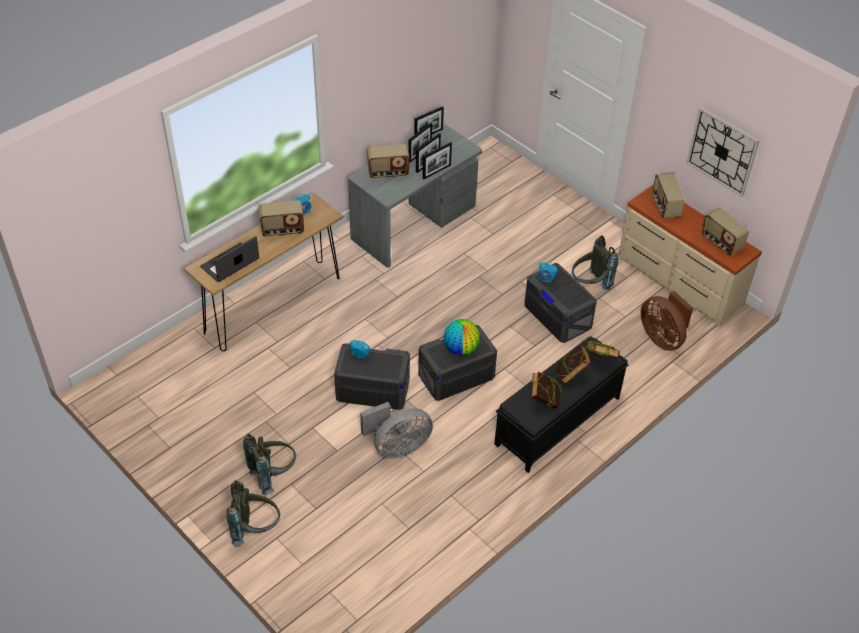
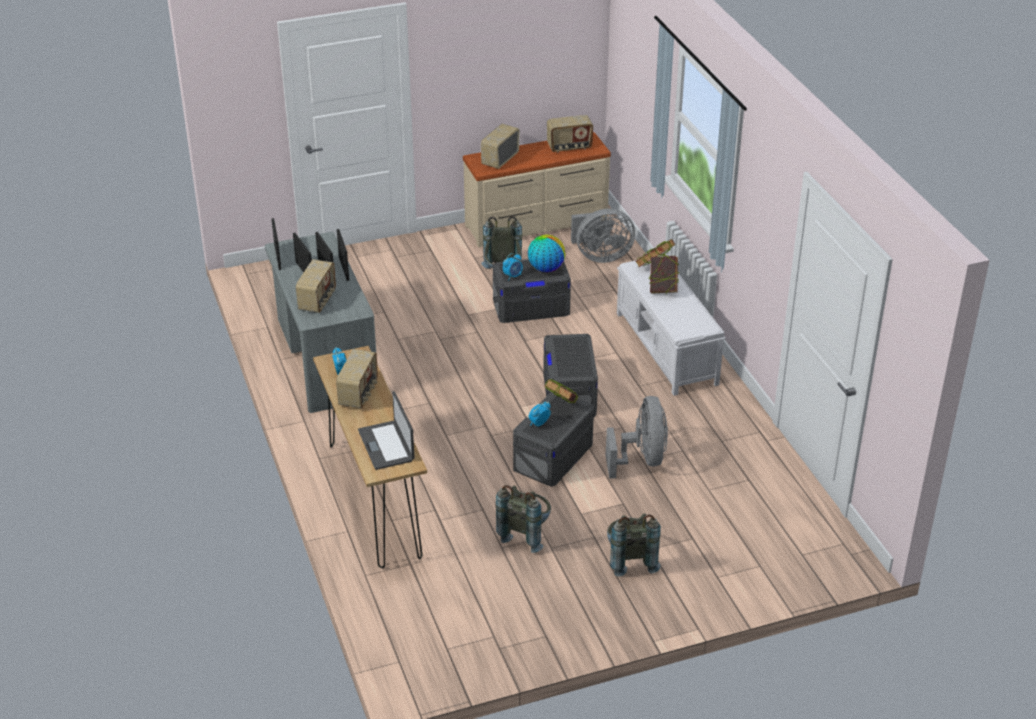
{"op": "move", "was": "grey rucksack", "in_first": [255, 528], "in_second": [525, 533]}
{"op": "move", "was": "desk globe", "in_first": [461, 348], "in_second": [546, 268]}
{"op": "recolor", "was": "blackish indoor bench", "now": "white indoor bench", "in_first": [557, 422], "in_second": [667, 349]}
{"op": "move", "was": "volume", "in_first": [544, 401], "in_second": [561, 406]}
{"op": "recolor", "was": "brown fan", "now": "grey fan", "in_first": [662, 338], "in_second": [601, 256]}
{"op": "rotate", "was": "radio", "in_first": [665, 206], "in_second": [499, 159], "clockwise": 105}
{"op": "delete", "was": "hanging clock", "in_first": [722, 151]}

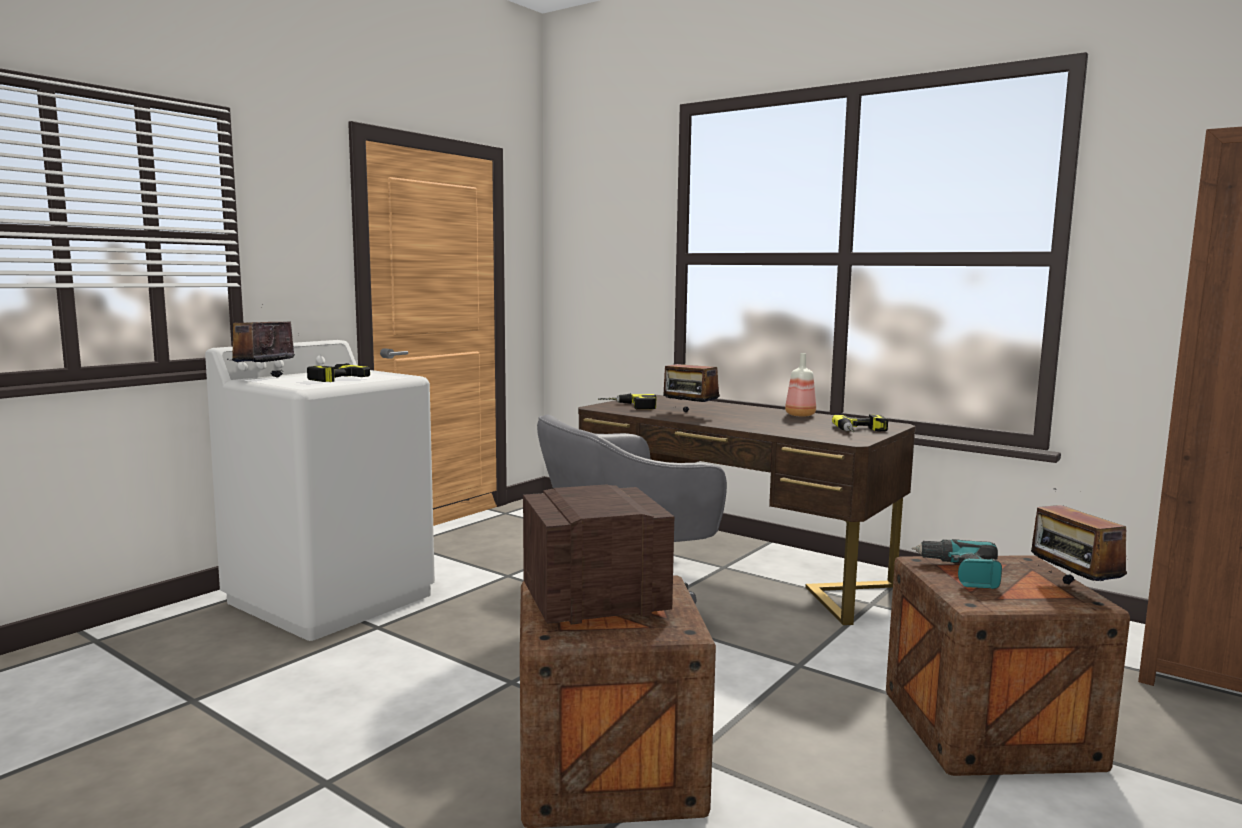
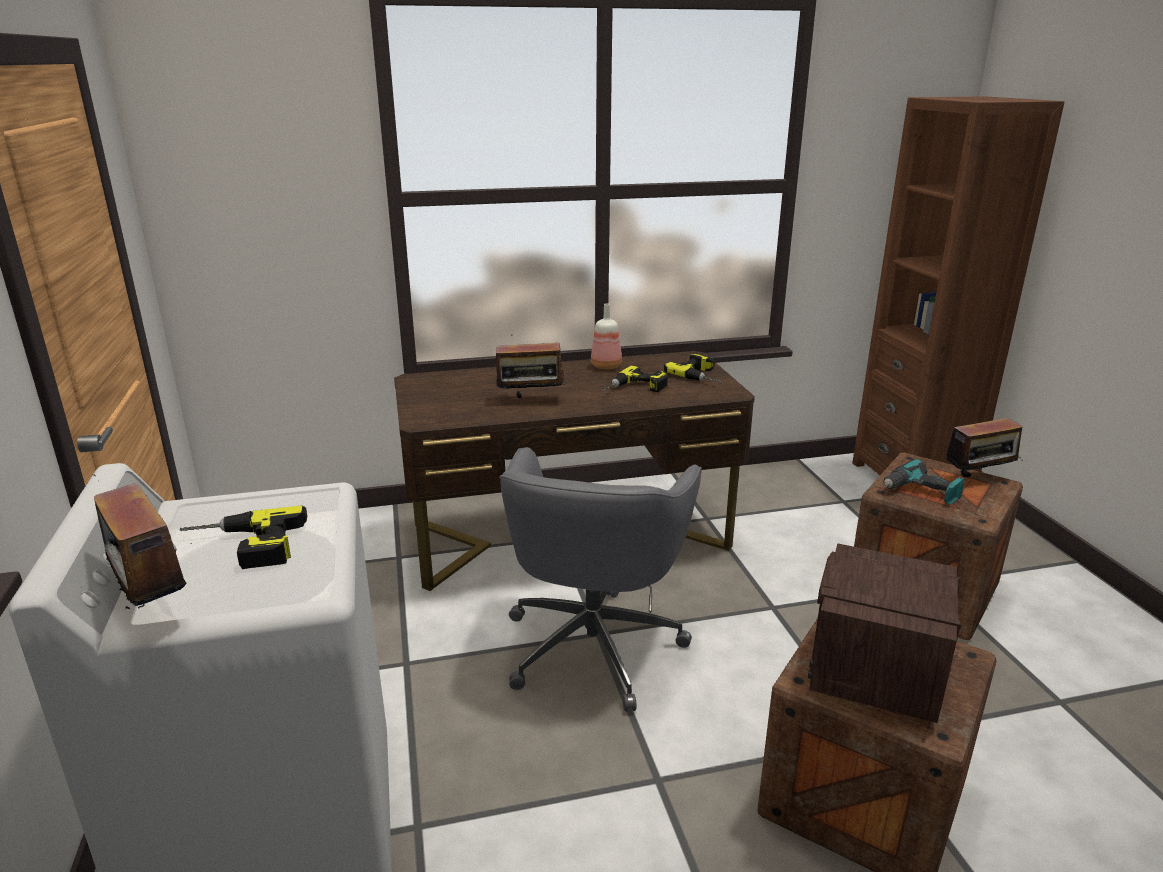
{"op": "move", "was": "electric drill", "in_first": [629, 406], "in_second": [635, 389]}
{"op": "rotate", "was": "radio", "in_first": [1071, 591], "in_second": [979, 478], "clockwise": -45}

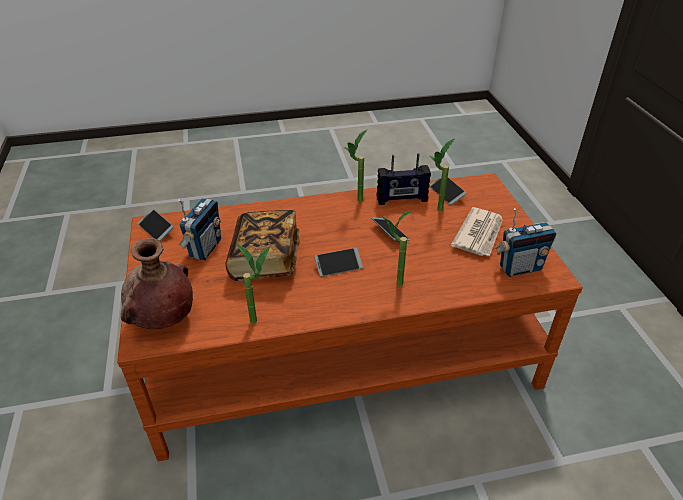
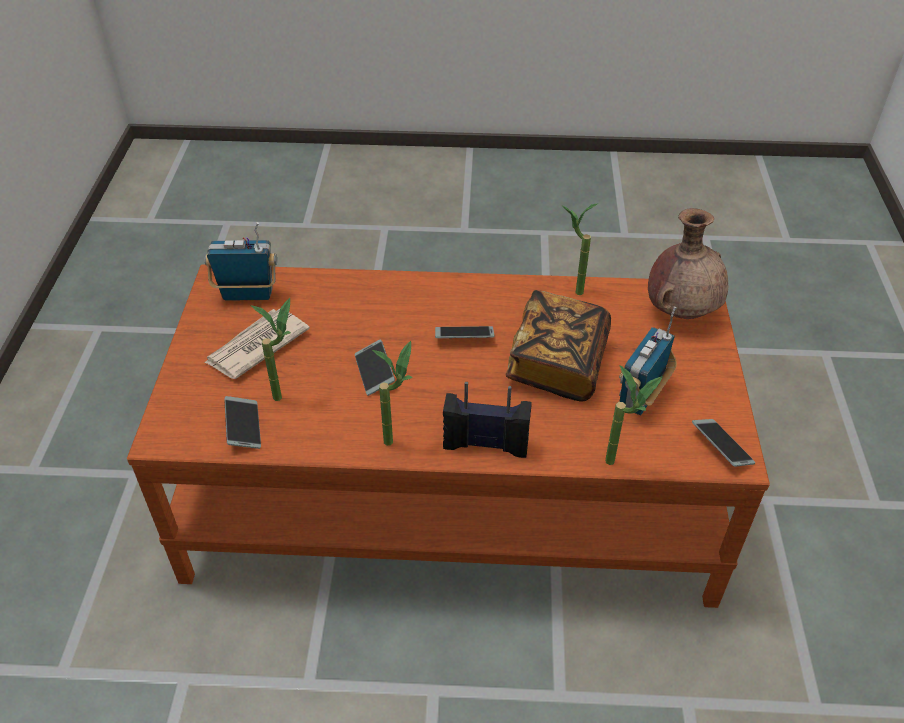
{"op": "move", "was": "radio", "in_first": [402, 199], "in_second": [485, 443]}
{"op": "move", "was": "plant in a pot", "in_first": [392, 284], "in_second": [620, 463]}

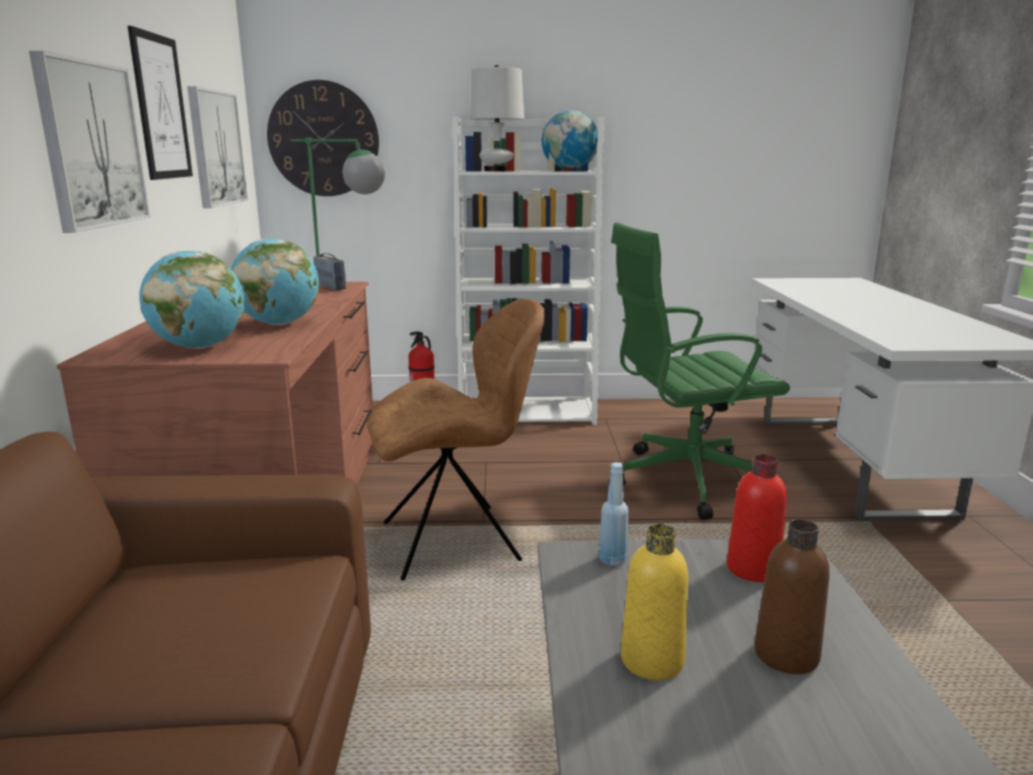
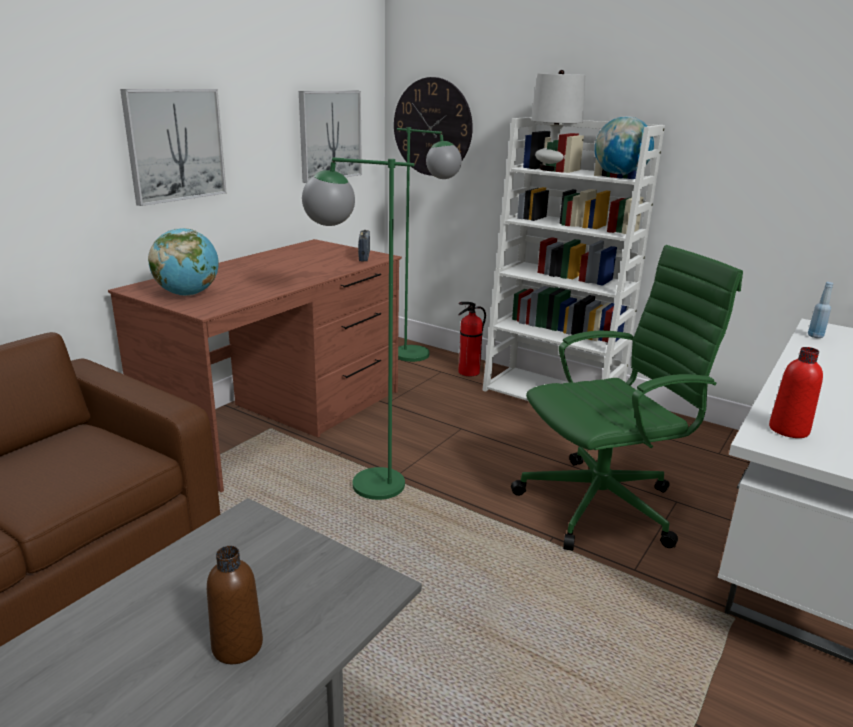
{"op": "delete", "was": "wall picture", "in_first": [161, 107]}
{"op": "delete", "was": "desk globe", "in_first": [279, 324]}
{"op": "replace", "was": "brown upright chair", "now": "green-coloured standing lamp", "in_first": [456, 541], "in_second": [360, 482]}
{"op": "move", "was": "blue bottle", "in_first": [612, 559], "in_second": [815, 336]}
{"op": "rotate", "was": "green-coloured office chair", "in_first": [685, 481], "in_second": [603, 505], "clockwise": 135}
{"op": "delete", "was": "yellow bottle", "in_first": [652, 660]}
{"op": "move", "was": "reddish bottle", "in_first": [753, 569], "in_second": [788, 430]}

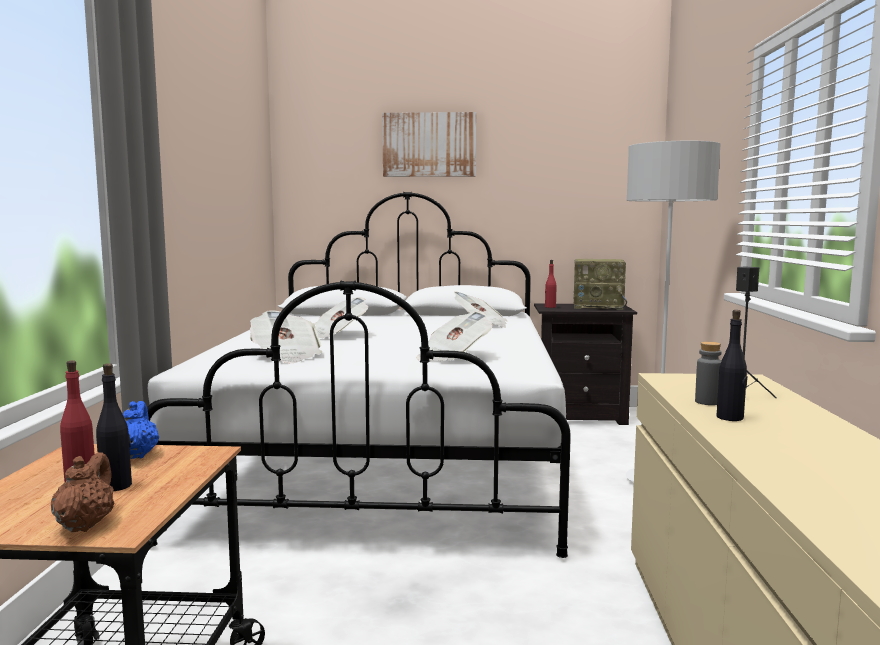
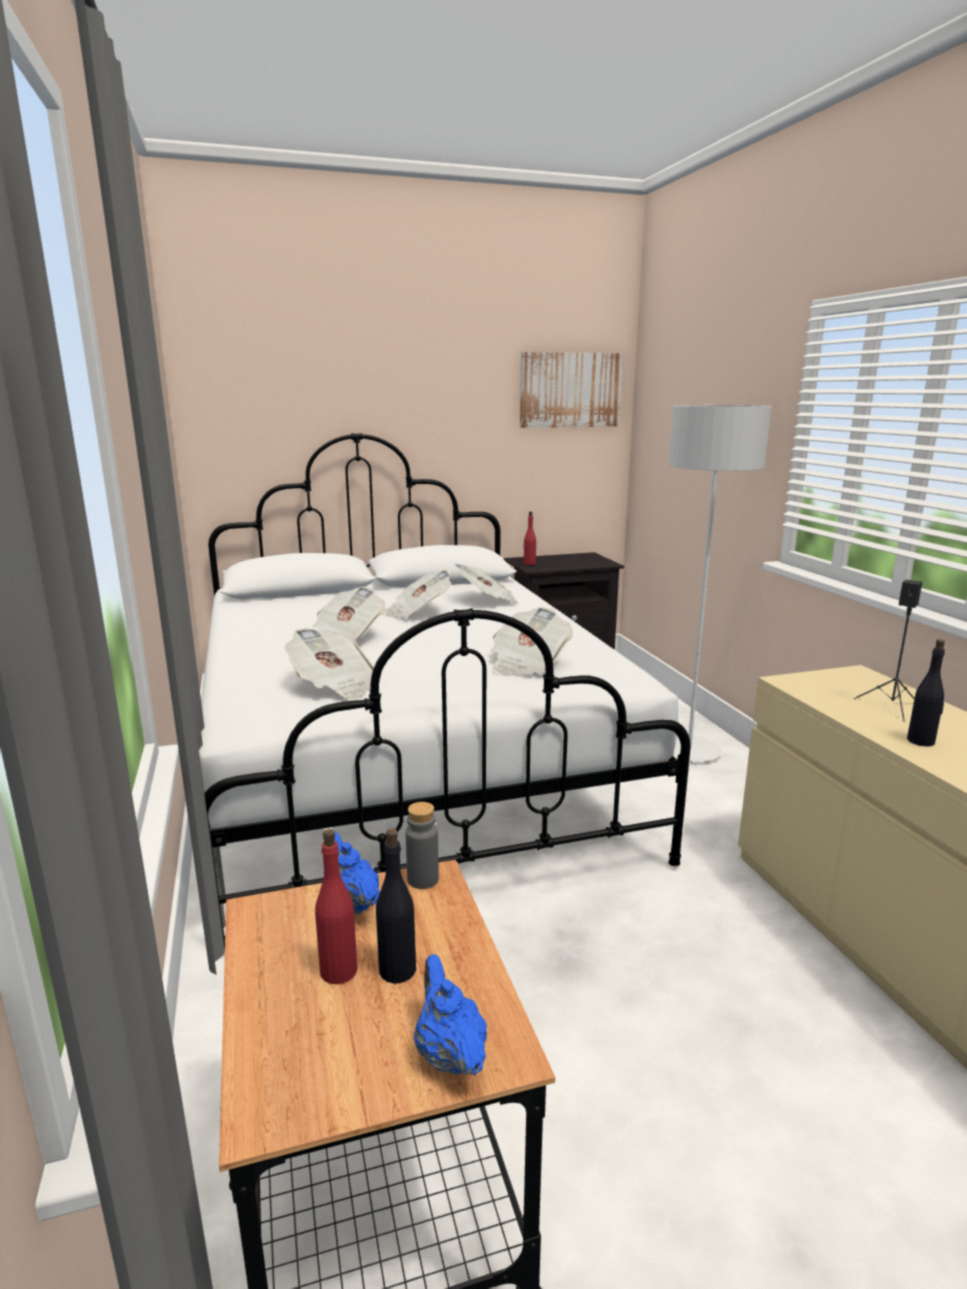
{"op": "recolor", "was": "brown teapot", "now": "blue teapot", "in_first": [85, 525], "in_second": [449, 1054]}
{"op": "move", "was": "wall picture", "in_first": [429, 145], "in_second": [570, 390]}
{"op": "delete", "was": "radio", "in_first": [599, 306]}
{"op": "move", "was": "grey bottle", "in_first": [707, 402], "in_second": [423, 879]}
{"op": "insert", "now": "daily paper", "in_second": [417, 613]}

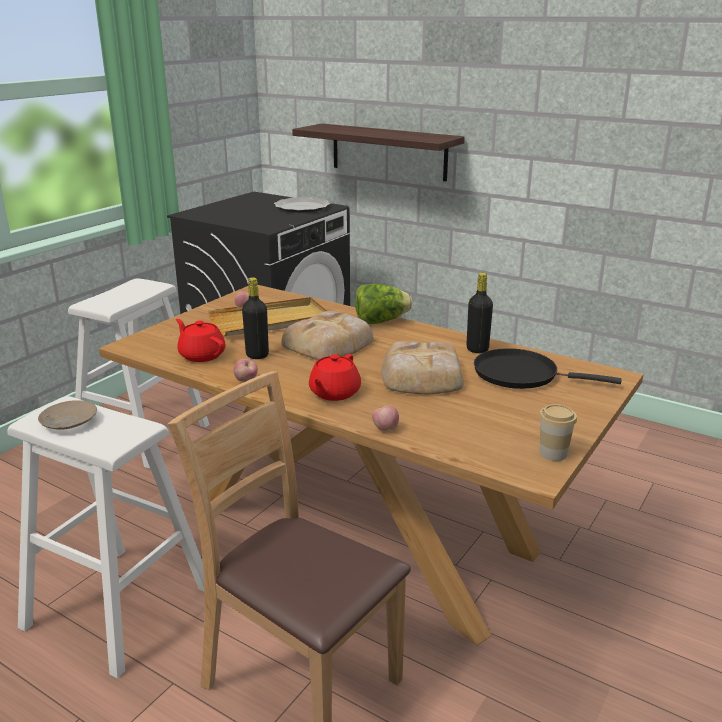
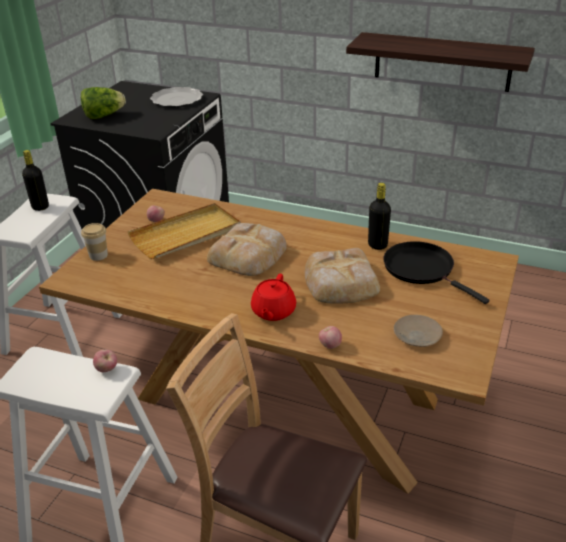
{"op": "move", "was": "beige dinner plate", "in_first": [68, 421], "in_second": [417, 336]}
{"op": "delete", "was": "reddish teapot", "in_first": [201, 355]}
{"op": "move", "was": "apple fruit", "in_first": [246, 381], "in_second": [107, 369]}
{"op": "move", "was": "blackish bottle", "in_first": [257, 355], "in_second": [40, 207]}
{"op": "move", "was": "wall shelf", "in_first": [388, 152], "in_second": [442, 62]}
{"op": "move", "was": "lettuce", "in_first": [381, 321], "in_second": [104, 116]}
{"op": "rotate", "was": "blackish frying pan", "in_first": [521, 374], "in_second": [422, 269], "clockwise": 45}
{"op": "move", "was": "drinking cup", "in_first": [553, 453], "in_second": [98, 255]}

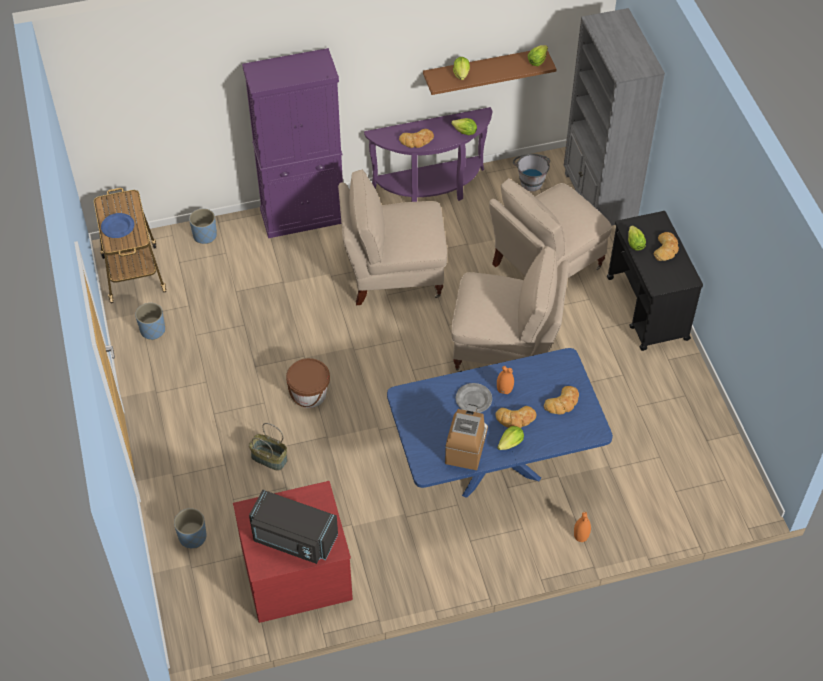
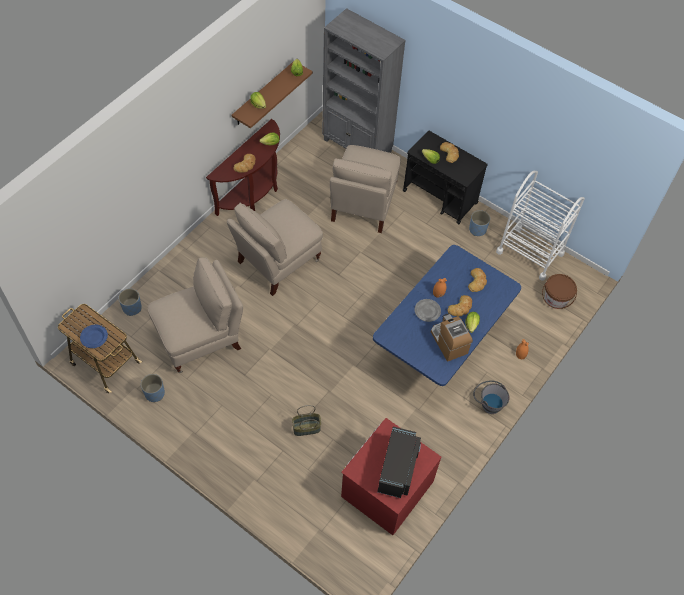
{"op": "move", "was": "blue plant pot", "in_first": [193, 537], "in_second": [477, 229]}
{"op": "delete", "was": "purple cupboard", "in_first": [303, 216]}
{"op": "rotate", "was": "blackish microwave", "in_first": [293, 539], "in_second": [398, 469], "clockwise": -60}
{"op": "move", "was": "brown bucket", "in_first": [309, 394], "in_second": [556, 299]}
{"op": "recolor", "was": "purple console table", "now": "brown console table", "in_first": [431, 189], "in_second": [253, 194]}
{"op": "move", "was": "beige upright chair", "in_first": [505, 350], "in_second": [200, 339]}
{"op": "move", "was": "grey bucket", "in_first": [530, 180], "in_second": [488, 403]}
{"op": "insert", "now": "white wheeled cart", "in_second": [530, 253]}

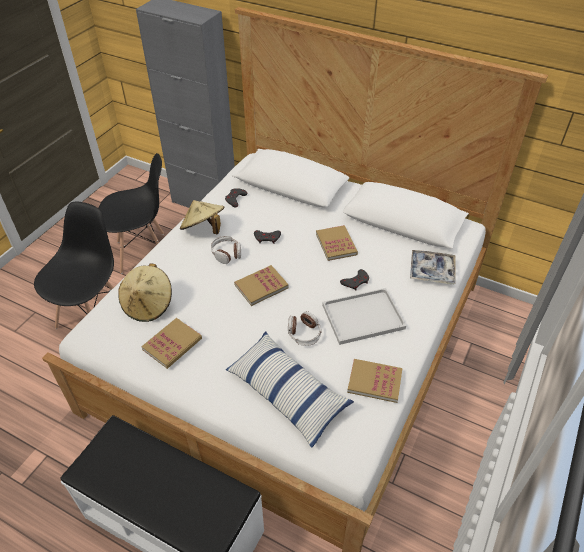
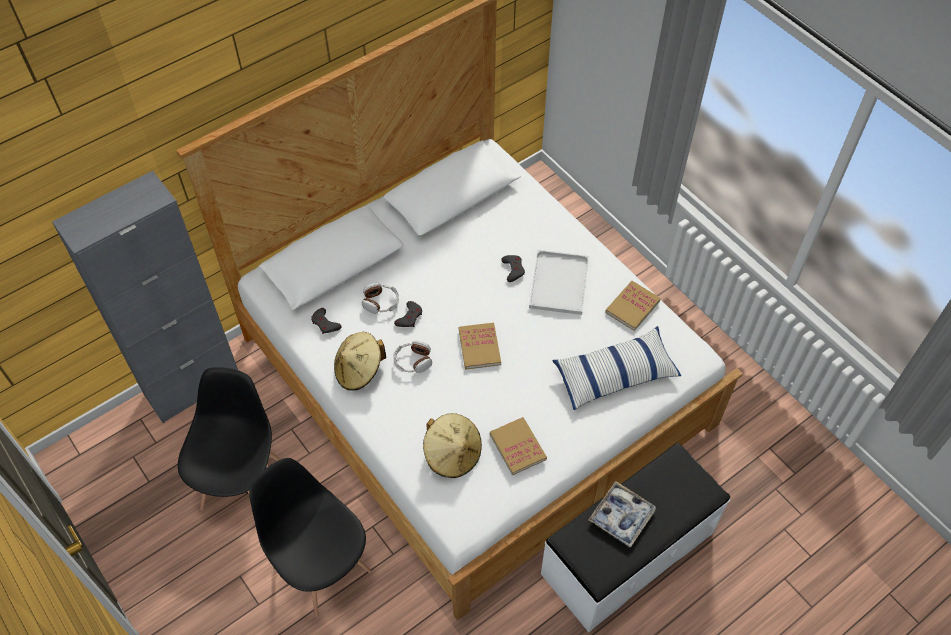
{"op": "move", "was": "headset", "in_first": [304, 333], "in_second": [381, 302]}
{"op": "delete", "was": "volume", "in_first": [336, 244]}
{"op": "move", "was": "serving tray", "in_first": [431, 271], "in_second": [621, 516]}

